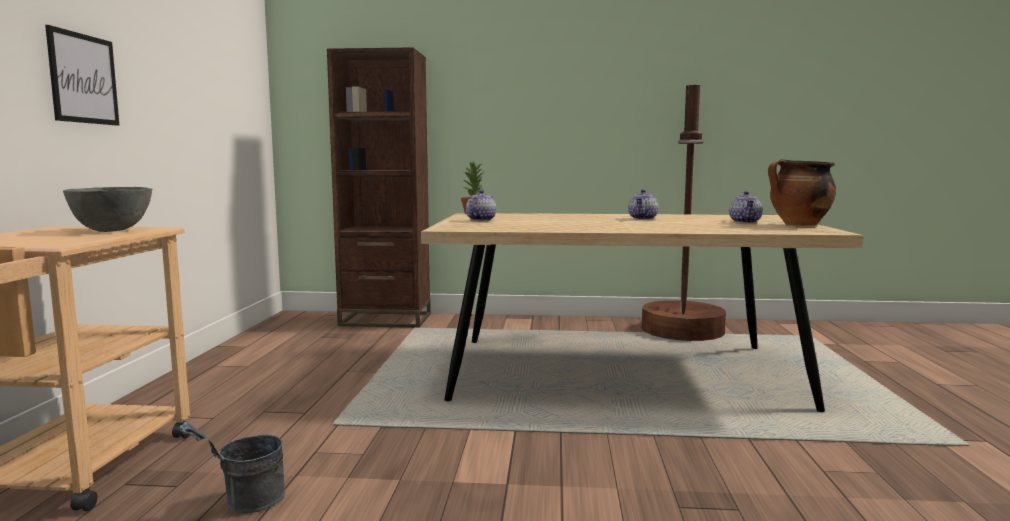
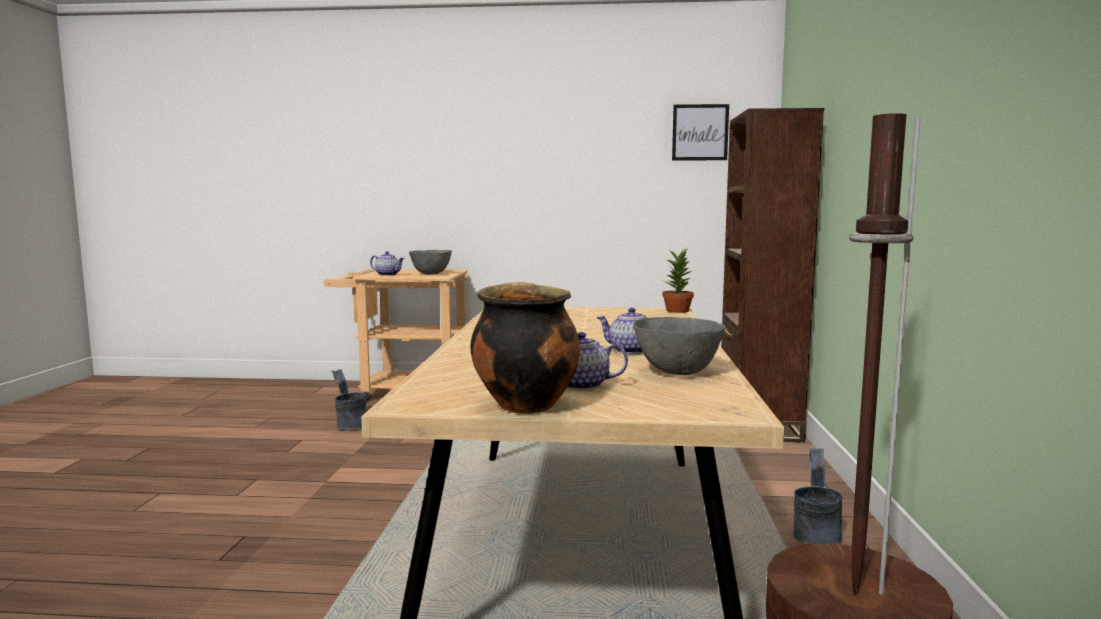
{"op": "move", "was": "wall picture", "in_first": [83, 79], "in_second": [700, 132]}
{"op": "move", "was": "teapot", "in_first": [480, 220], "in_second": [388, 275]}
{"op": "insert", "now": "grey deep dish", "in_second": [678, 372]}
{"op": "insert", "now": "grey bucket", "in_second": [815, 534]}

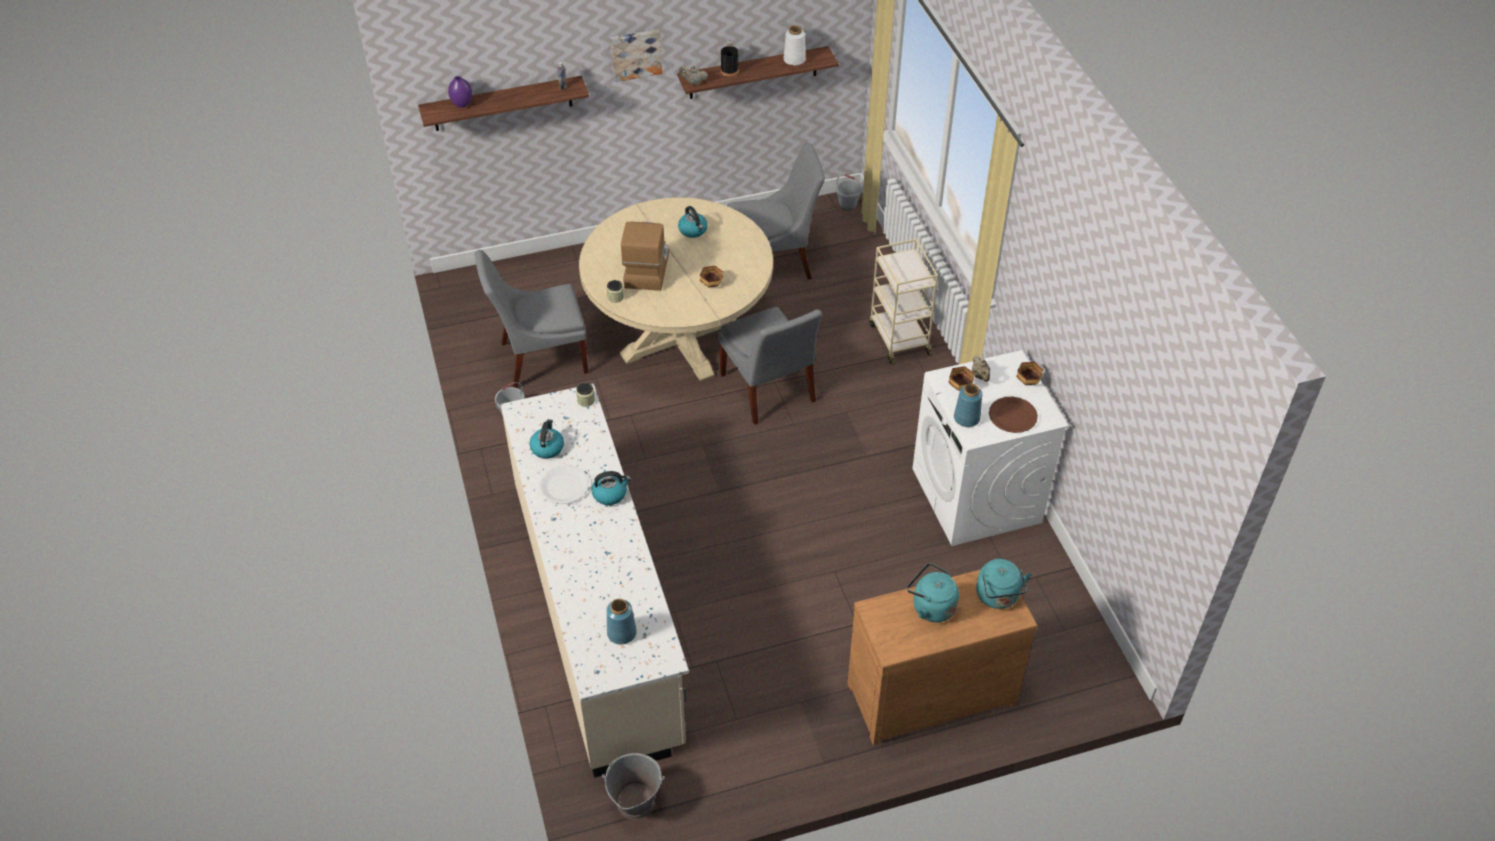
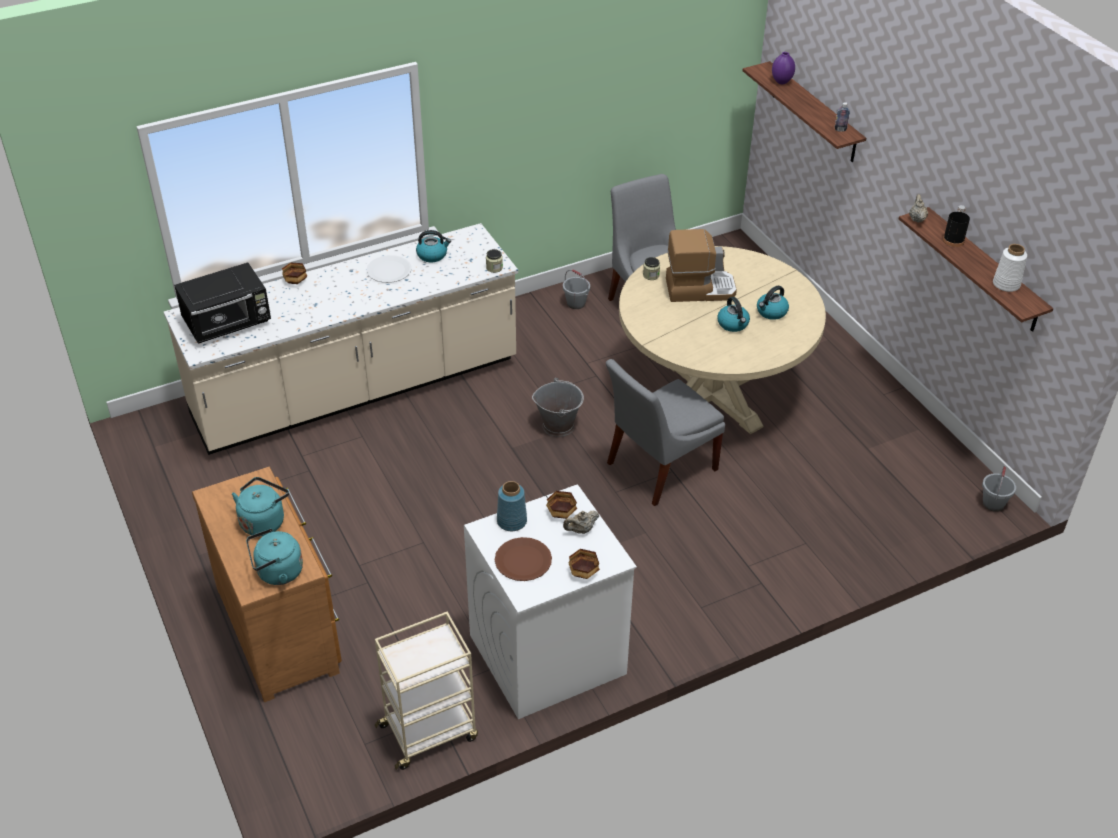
{"op": "move", "was": "kettle", "in_first": [610, 494], "in_second": [733, 324]}
{"op": "move", "was": "grey bucket", "in_first": [635, 802], "in_second": [558, 425]}
{"op": "replace", "was": "blue vase", "now": "blackish microwave", "in_first": [621, 633], "in_second": [228, 323]}
{"op": "delete", "was": "wall picture", "in_first": [636, 54]}
{"op": "move", "was": "deep dish", "in_first": [711, 283], "in_second": [296, 281]}
{"op": "delete", "was": "grey upright chair", "in_first": [774, 263]}
{"op": "move", "was": "beige wheeled cart", "in_first": [899, 338], "in_second": [429, 732]}

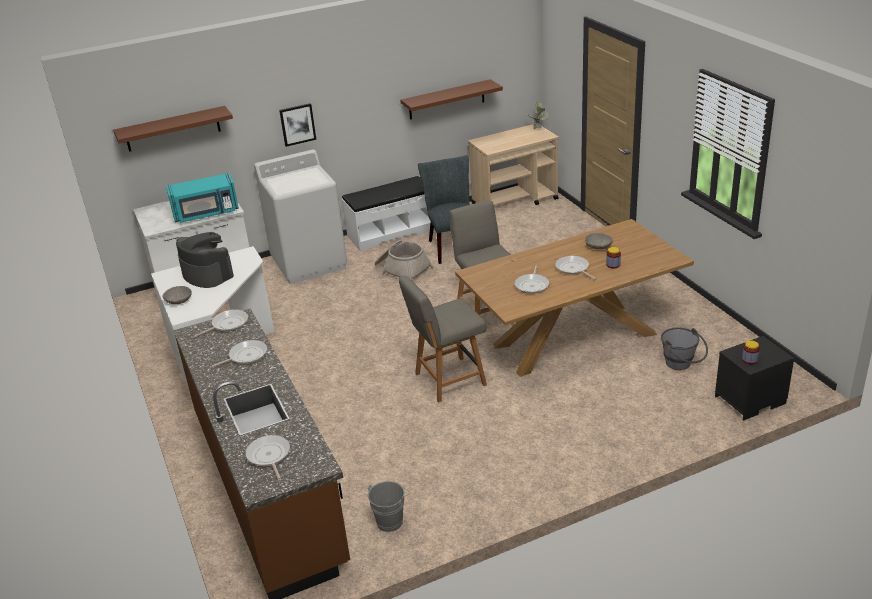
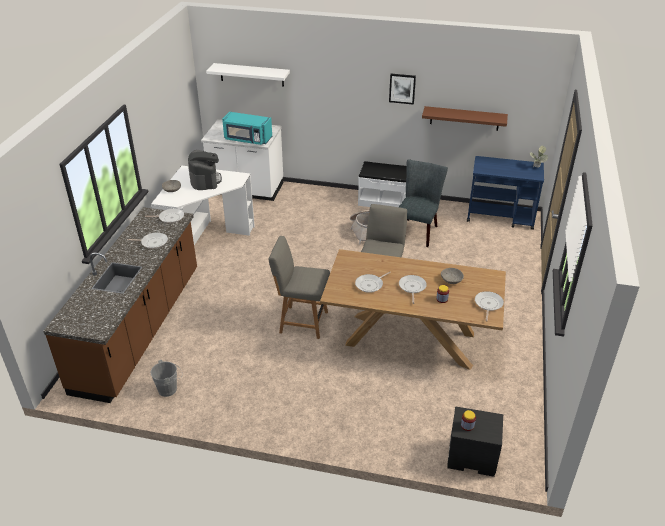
{"op": "recolor", "was": "brown wall shelf", "now": "white wall shelf", "in_first": [172, 129], "in_second": [251, 74]}
{"op": "move", "was": "frying pan", "in_first": [269, 456], "in_second": [488, 304]}
{"op": "delete", "was": "white laundry machine", "in_first": [309, 262]}
{"op": "move", "was": "wall picture", "in_first": [297, 124], "in_second": [402, 88]}
{"op": "recolor", "was": "beige wheeled cart", "now": "blue wheeled cart", "in_first": [515, 201], "in_second": [500, 217]}
{"op": "delete", "was": "grey bucket", "in_first": [682, 365]}

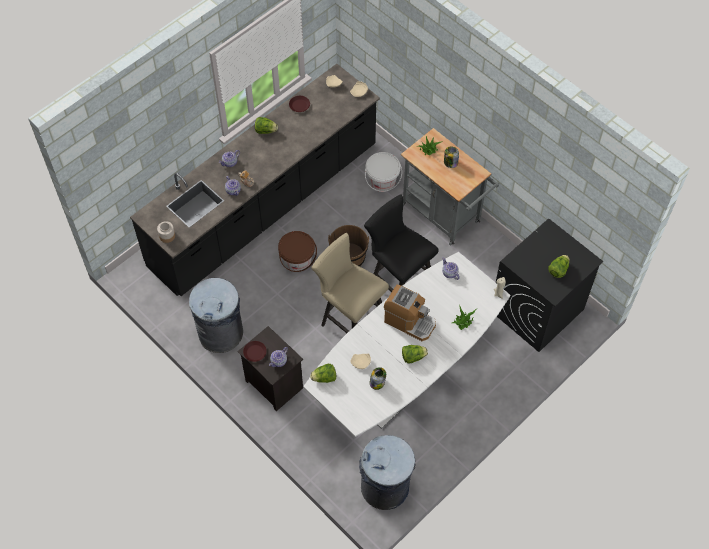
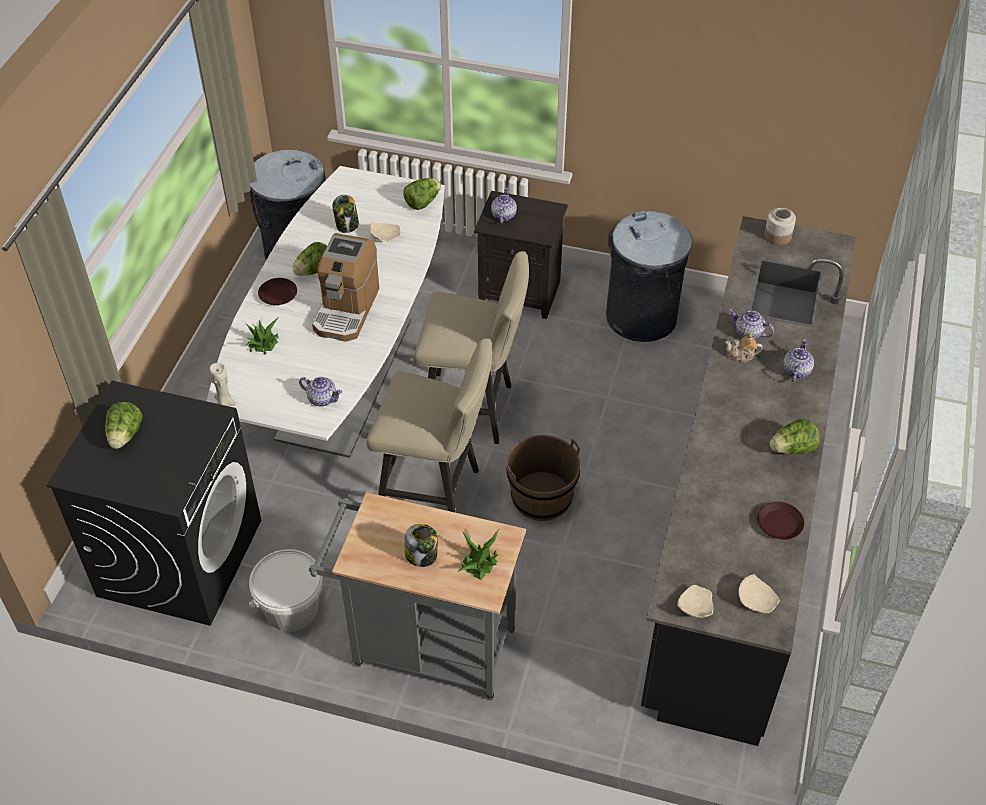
{"op": "move", "was": "brown dinner plate", "in_first": [255, 352], "in_second": [278, 294]}
{"op": "delete", "was": "brown bucket", "in_first": [297, 260]}
{"op": "recolor", "was": "blackish stool seat", "now": "beige stool seat", "in_first": [398, 283], "in_second": [436, 495]}
{"op": "move", "was": "white bucket", "in_first": [382, 181], "in_second": [291, 608]}
{"op": "rotate", "was": "coffee maker", "in_first": [409, 321], "in_second": [346, 309], "clockwise": -75}

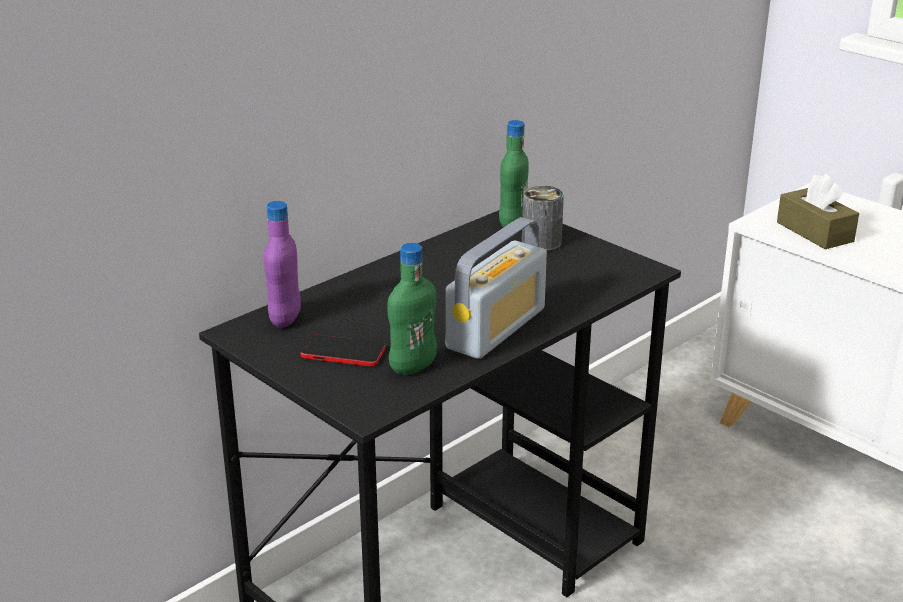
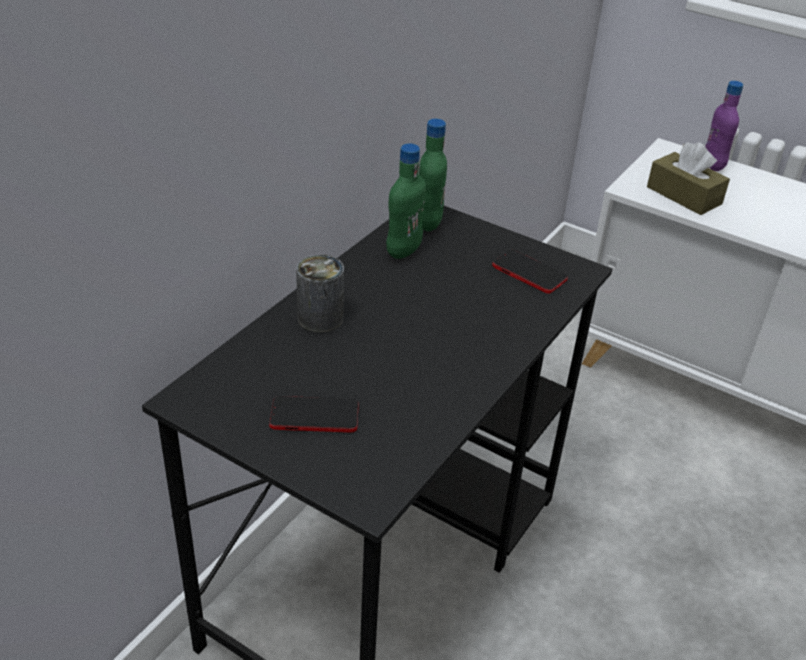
{"op": "move", "was": "purple bottle", "in_first": [285, 319], "in_second": [713, 165]}
{"op": "move", "was": "green-coloured bottle", "in_first": [413, 367], "in_second": [403, 251]}
{"op": "delete", "was": "radio", "in_first": [496, 328]}
{"op": "move", "was": "sealed can", "in_first": [541, 242], "in_second": [320, 318]}
{"op": "insert", "now": "phone", "in_second": [529, 273]}

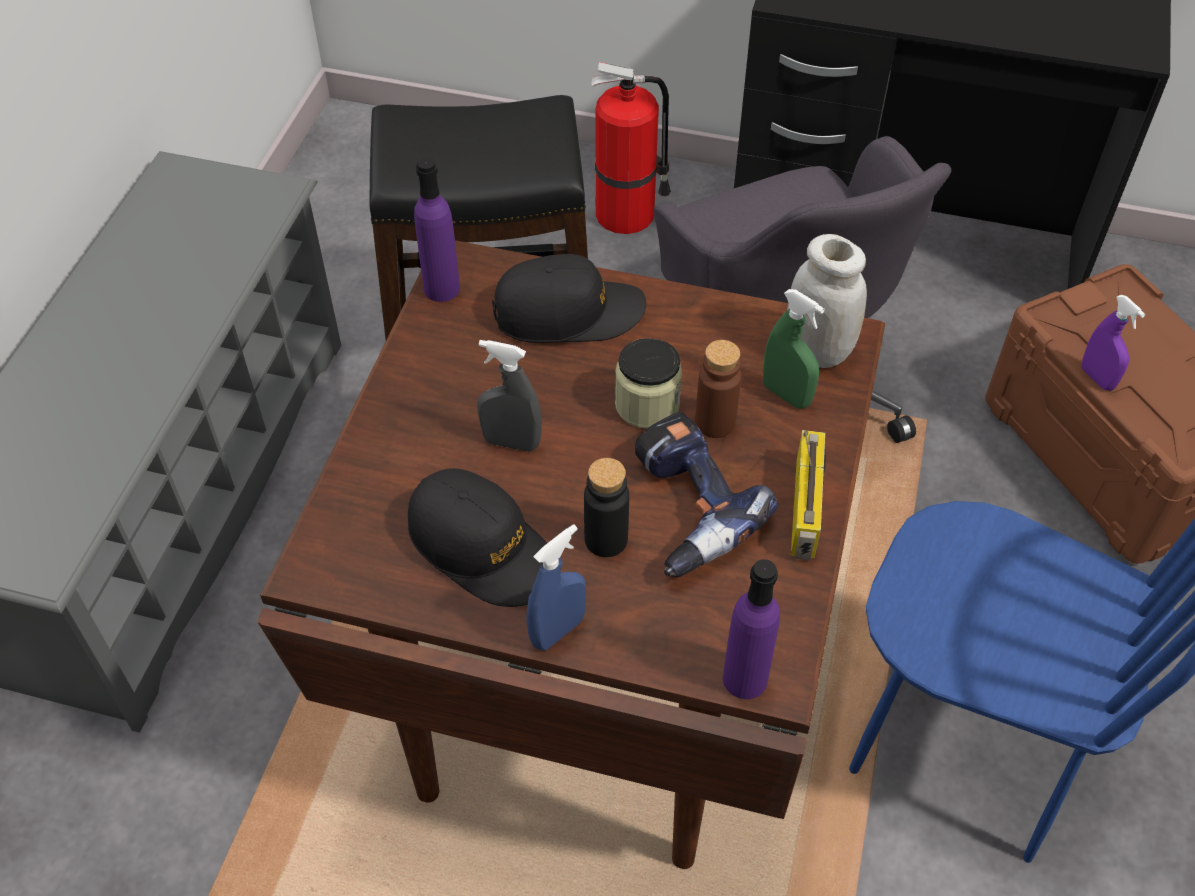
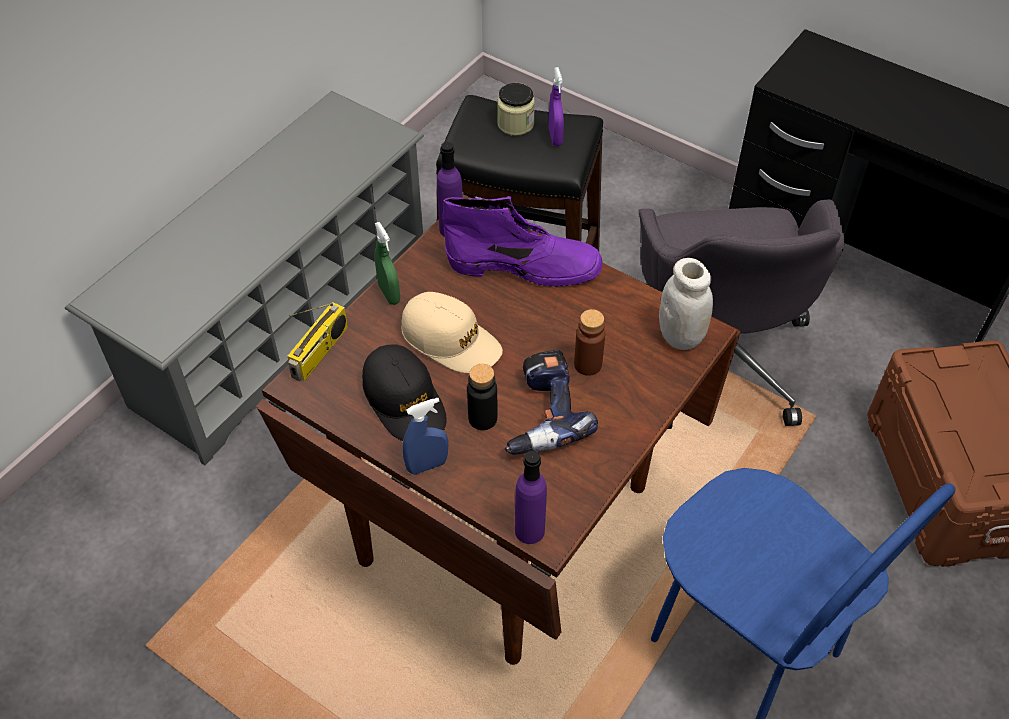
{"op": "replace", "was": "grey sprayer", "now": "beige baseball cap", "in_first": [511, 442], "in_second": [451, 340]}
{"op": "replace", "was": "blackish baseball cap", "now": "purple boot", "in_first": [568, 313], "in_second": [525, 266]}
{"op": "delete", "was": "fire-fighting cylinder", "in_first": [628, 213]}
{"op": "move", "was": "jar", "in_first": [647, 405], "in_second": [515, 124]}
{"op": "move", "was": "green-coloured sprayer", "in_first": [786, 395], "in_second": [389, 294]}
{"op": "move", "was": "radio", "in_first": [807, 510], "in_second": [320, 352]}
{"op": "move", "was": "purple sprayer", "in_first": [1097, 378], "in_second": [555, 137]}

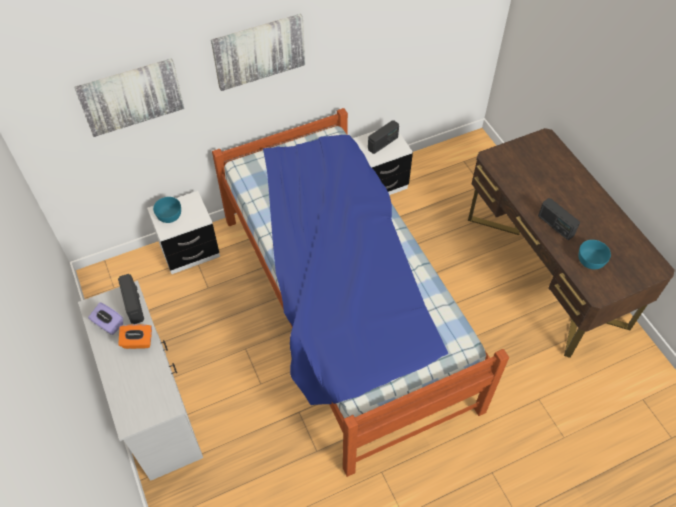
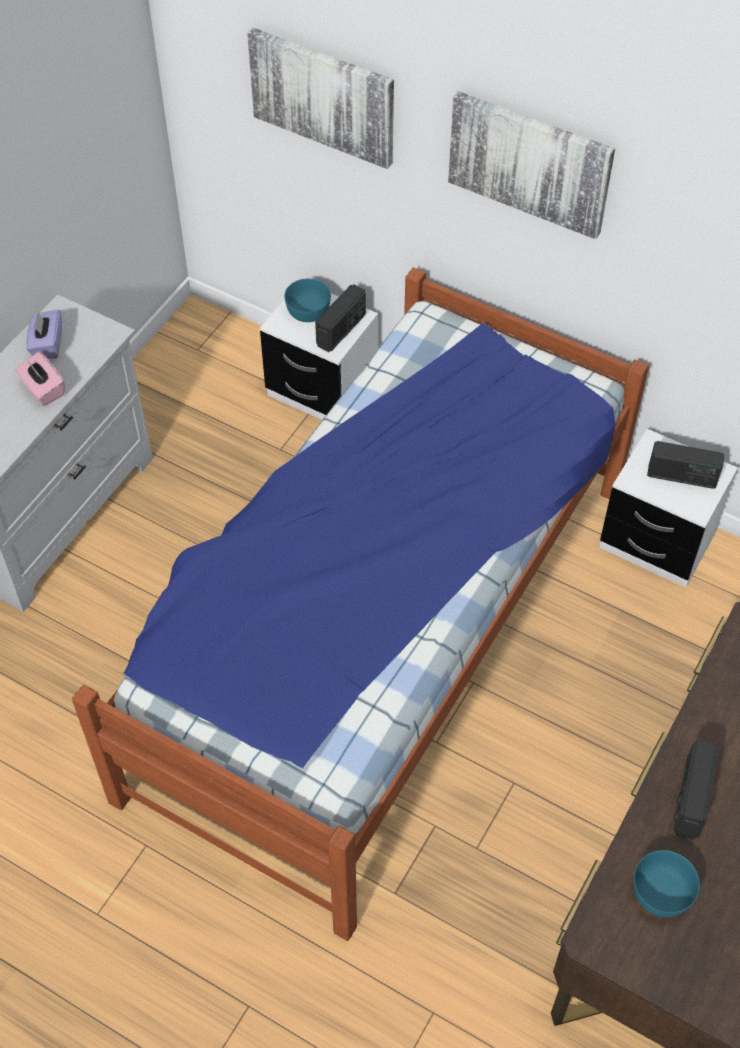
{"op": "move", "was": "radio", "in_first": [134, 305], "in_second": [341, 330]}
{"op": "recolor", "was": "orange tissue holder", "now": "pink tissue holder", "in_first": [138, 342], "in_second": [43, 390]}

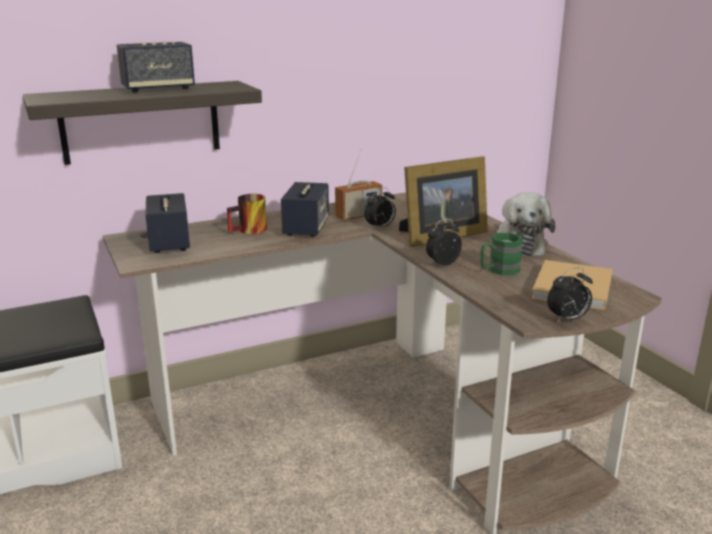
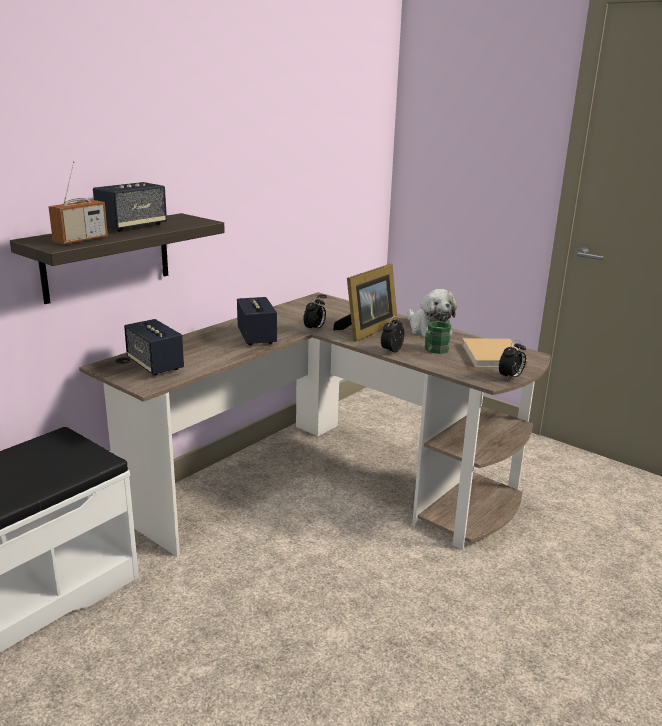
{"op": "delete", "was": "tea mug", "in_first": [250, 231]}
{"op": "move", "was": "radio", "in_first": [358, 216], "in_second": [81, 240]}

